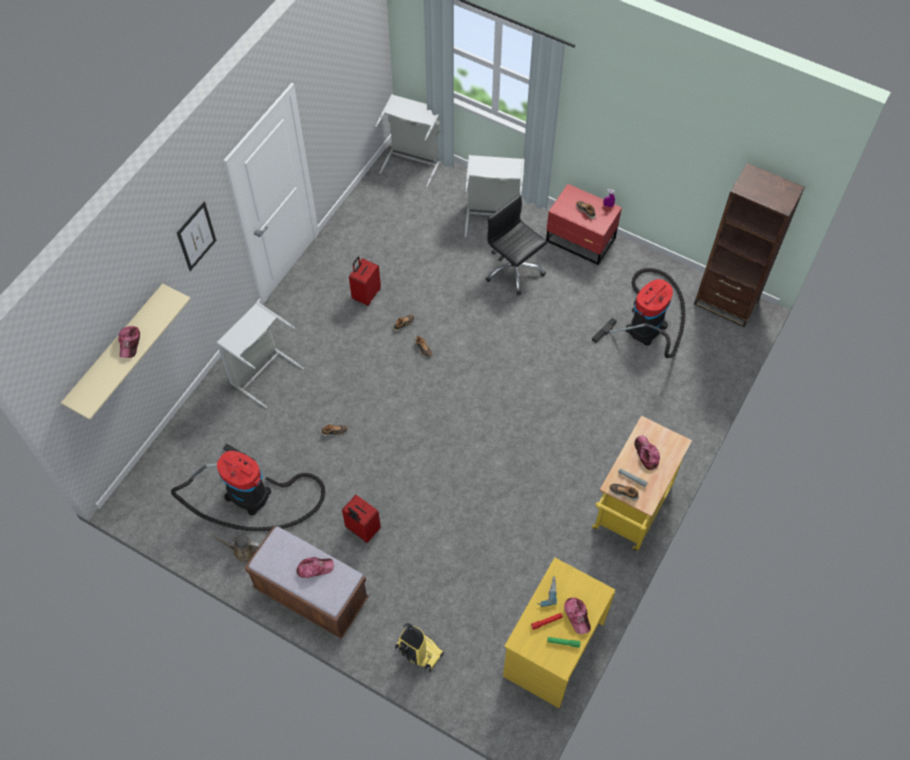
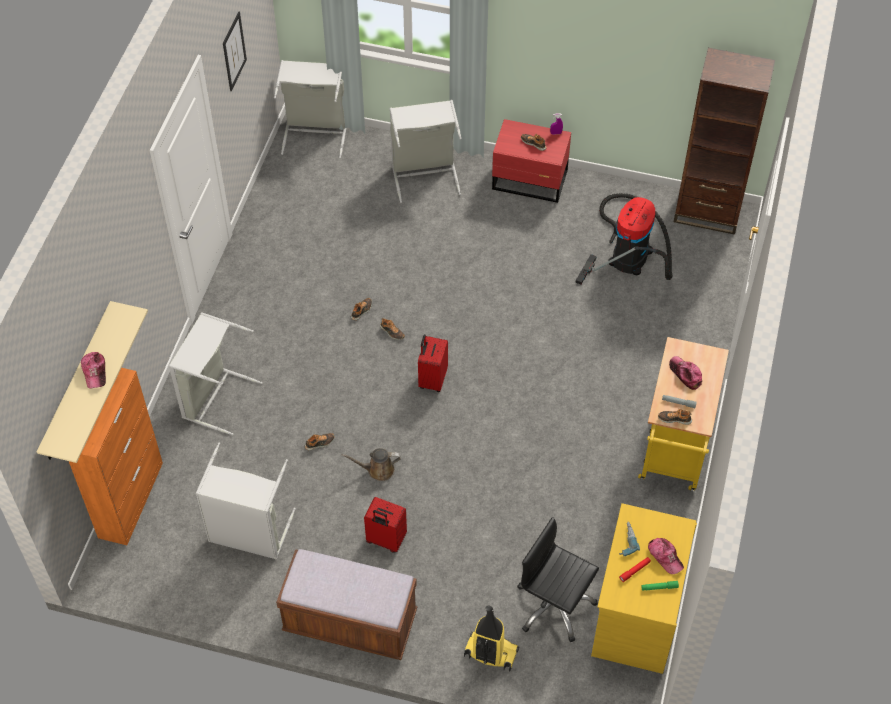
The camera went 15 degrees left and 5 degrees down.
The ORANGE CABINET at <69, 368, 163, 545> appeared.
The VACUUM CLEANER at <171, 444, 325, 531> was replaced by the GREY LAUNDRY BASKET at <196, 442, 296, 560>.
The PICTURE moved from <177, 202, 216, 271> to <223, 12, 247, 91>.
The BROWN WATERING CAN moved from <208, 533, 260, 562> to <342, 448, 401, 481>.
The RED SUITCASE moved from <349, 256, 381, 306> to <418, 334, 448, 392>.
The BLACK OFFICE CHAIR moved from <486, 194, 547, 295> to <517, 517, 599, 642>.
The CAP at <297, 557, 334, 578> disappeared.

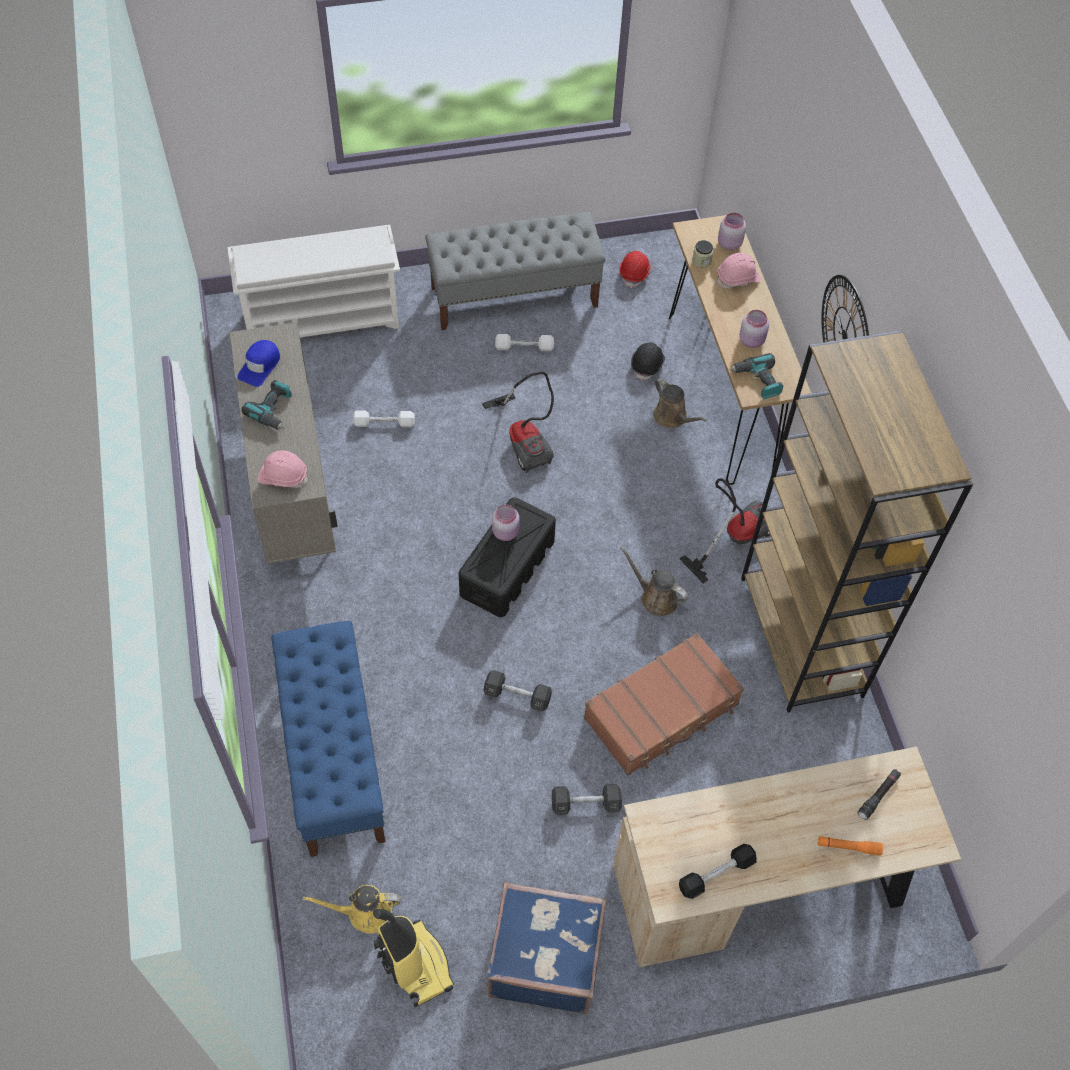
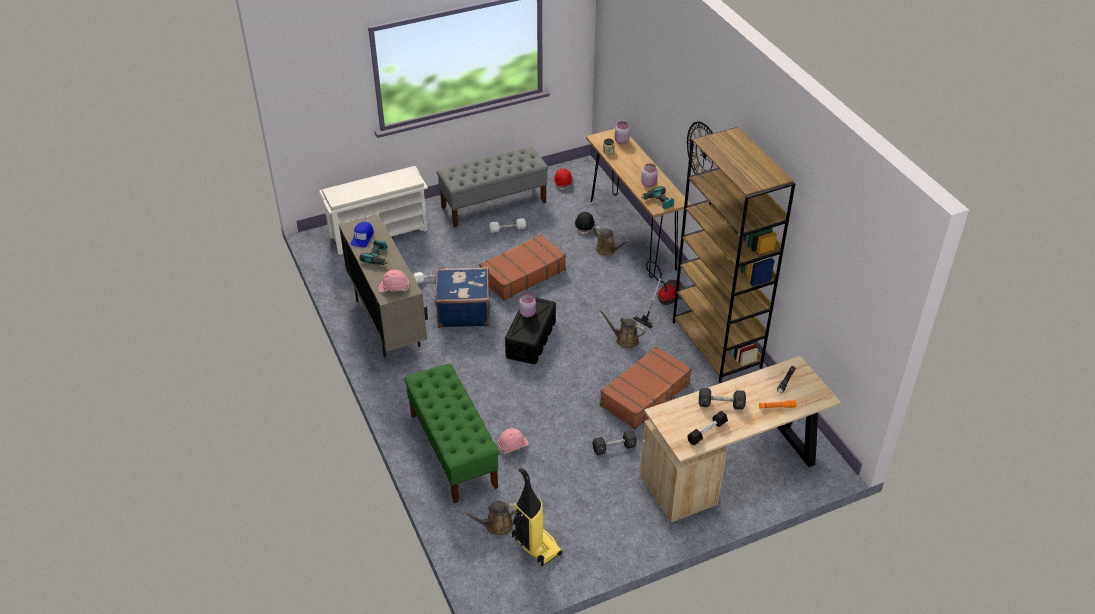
The camera went 10 degrees left and 15 degrees down.
The BLUE BENCH at <272, 621, 386, 857> became the GREEN BENCH at <404, 363, 499, 504>.
The BLUE SUITCASE moved from <486, 882, 606, 1014> to <435, 267, 490, 328>.
The YELLOW WATERING CAN at <303, 885, 400, 934> became the BROWN WATERING CAN at <460, 501, 516, 535>.
The VACUUM CLEANER at <482, 371, 554, 473> was replaced by the BROWN SUITCASE at <479, 234, 566, 301>.
The PINK HARD HAT moved from <717, 253, 761, 288> to <498, 428, 529, 454>.
The BLACK DUMBBELL moved from <484, 670, 552, 712> to <699, 388, 746, 410>.

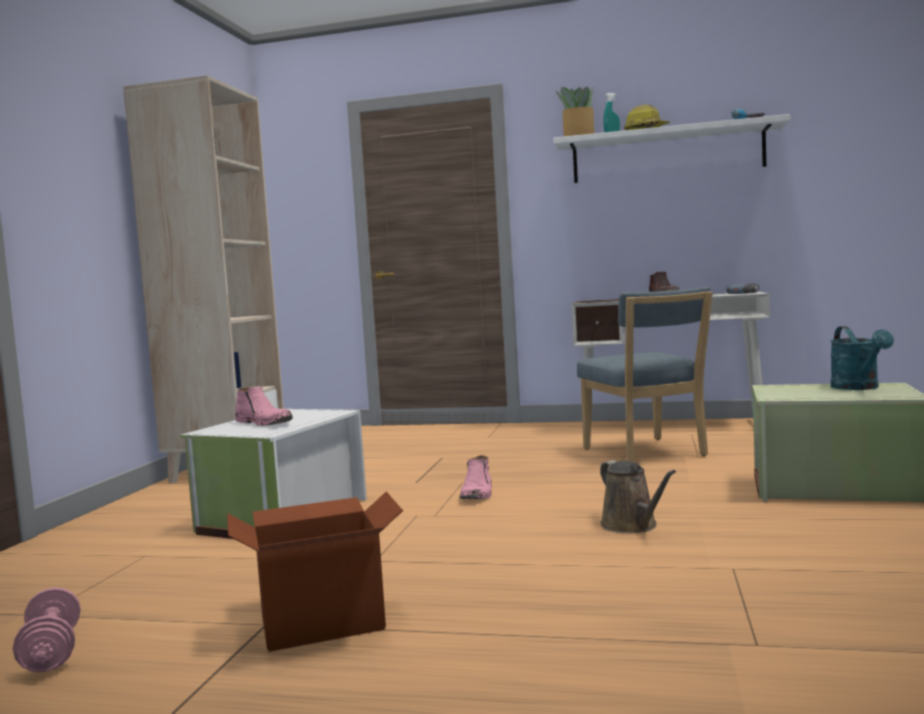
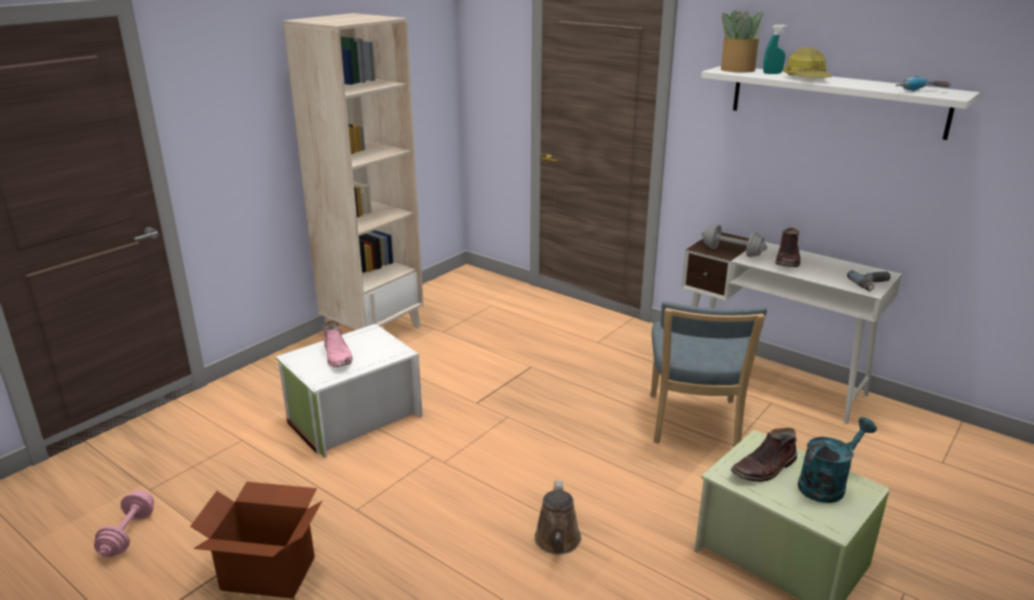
The camera went 25 degrees right and 20 degrees up.
The GREY DUMBBELL at <701, 225, 767, 257> appeared.
The BROWN BOOT at <731, 428, 797, 482> appeared.
The TURQUOISE WATERING CAN at <830, 326, 894, 390> turned 150 degrees counterclockwise.
The PINK BOOT at <459, 455, 492, 499> disappeared.

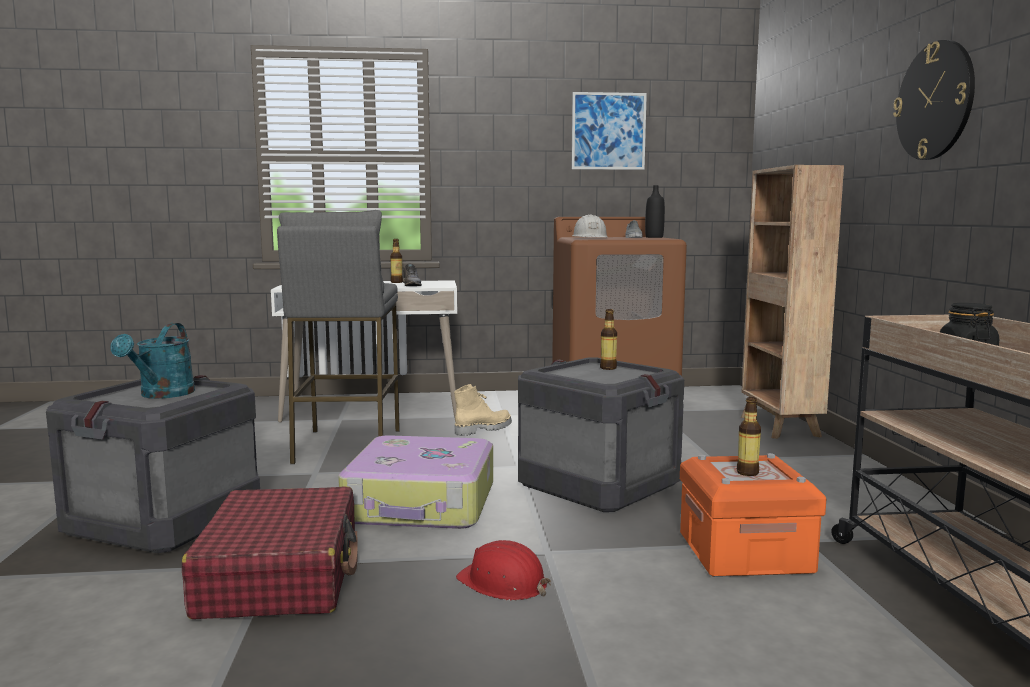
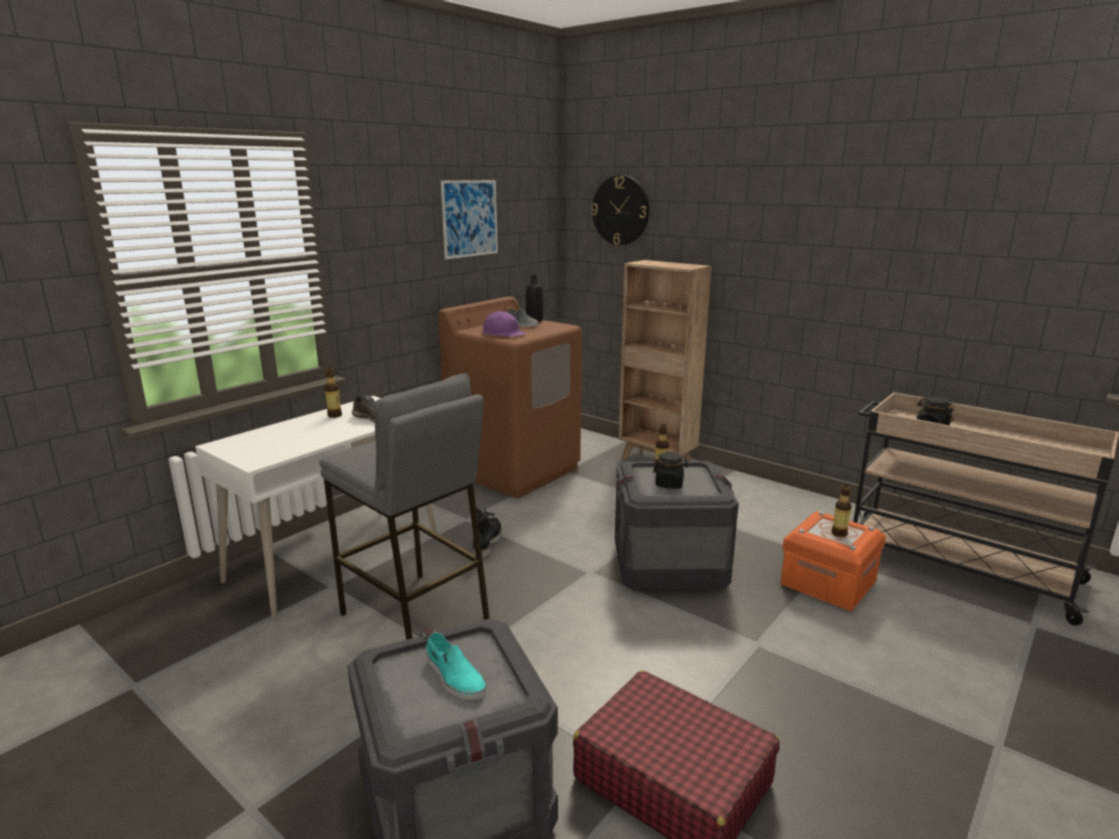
The camera went 45 degrees left and 10 degrees up.
The TURQUOISE WATERING CAN at <111, 323, 195, 399> was replaced by the TURQUOISE SHOE at <426, 632, 486, 700>.
The BEIGE BOOT at <454, 384, 512, 436> became the BLACK BOOT at <473, 507, 502, 559>.
The WHITE HARD HAT at <573, 215, 608, 237> became the PURPLE HARD HAT at <482, 311, 526, 337>.
The WALL CLOCK moved from <893, 40, 975, 160> to <591, 175, 649, 245>.
The BLACK JAR at <653, 452, 689, 489> appeared.
The SUITCASE at <338, 435, 493, 529> disappeared.
The RED HARD HAT at <456, 540, 551, 601> disappeared.

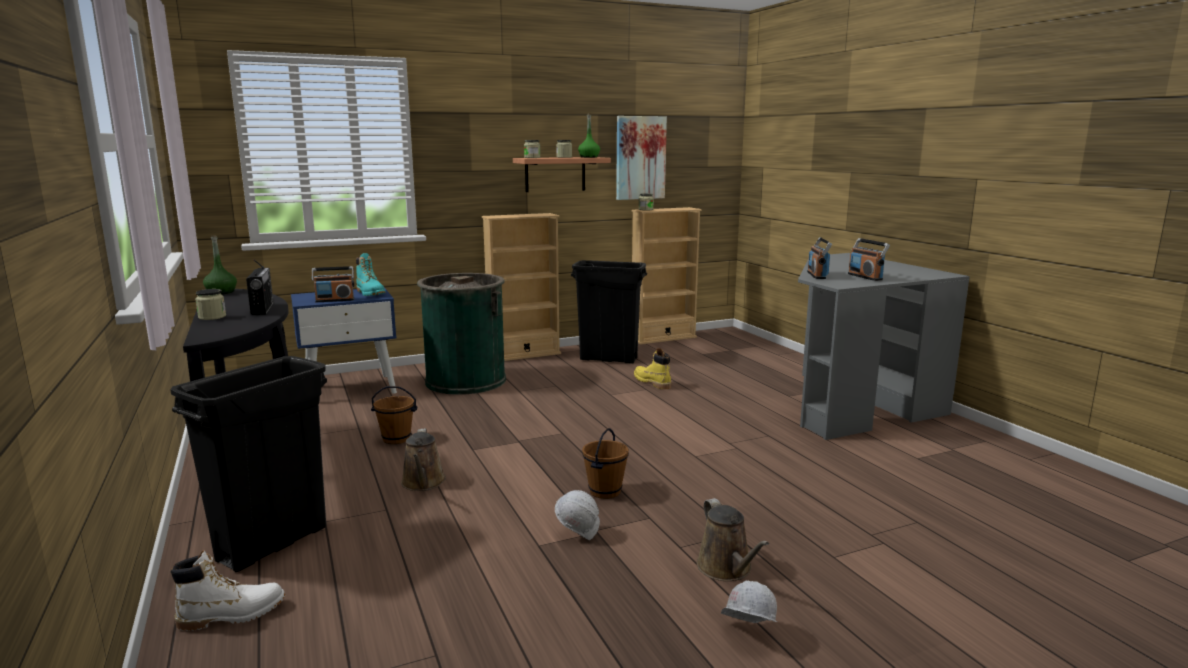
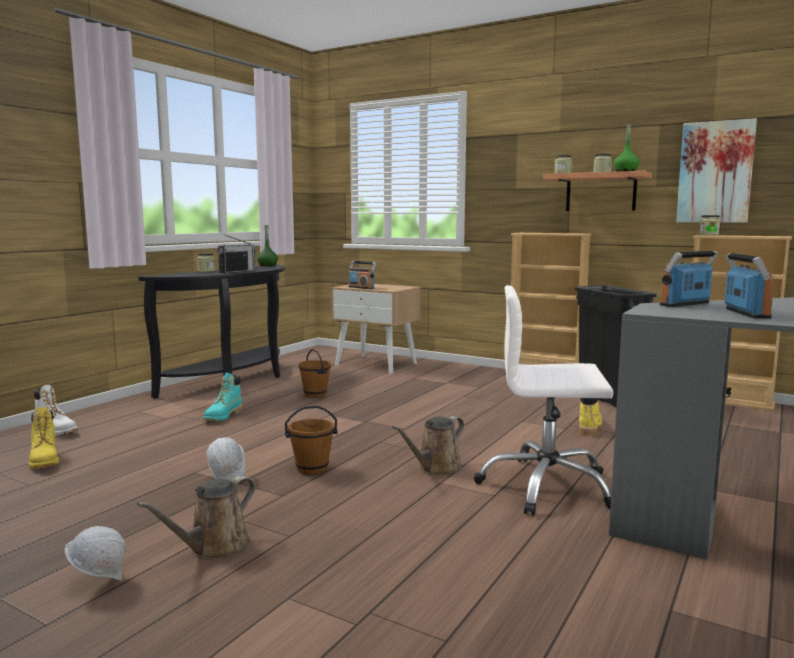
The camera went 55 degrees right and 5 degrees down.
The YELLOW BOOT at <29, 407, 59, 468> appeared.
The TURQUOISE BOOT moved from <356, 253, 386, 296> to <203, 373, 242, 421>.
The BLUE NIGHTSTAND at <291, 287, 397, 394> became the BEIGE NIGHTSTAND at <331, 284, 421, 374>.
The BROWN WATERING CAN moved from <401, 428, 446, 491> to <392, 416, 464, 475>.
The WHITE OFFICE CHAIR at <474, 285, 613, 516> appeared.
The RADIO at <848, 238, 890, 281> turned 150 degrees clockwise.
The BLACK TRASH CAN at <170, 356, 327, 572> disappeared.
The GREEN TRASH CAN at <417, 273, 506, 395> disappeared.

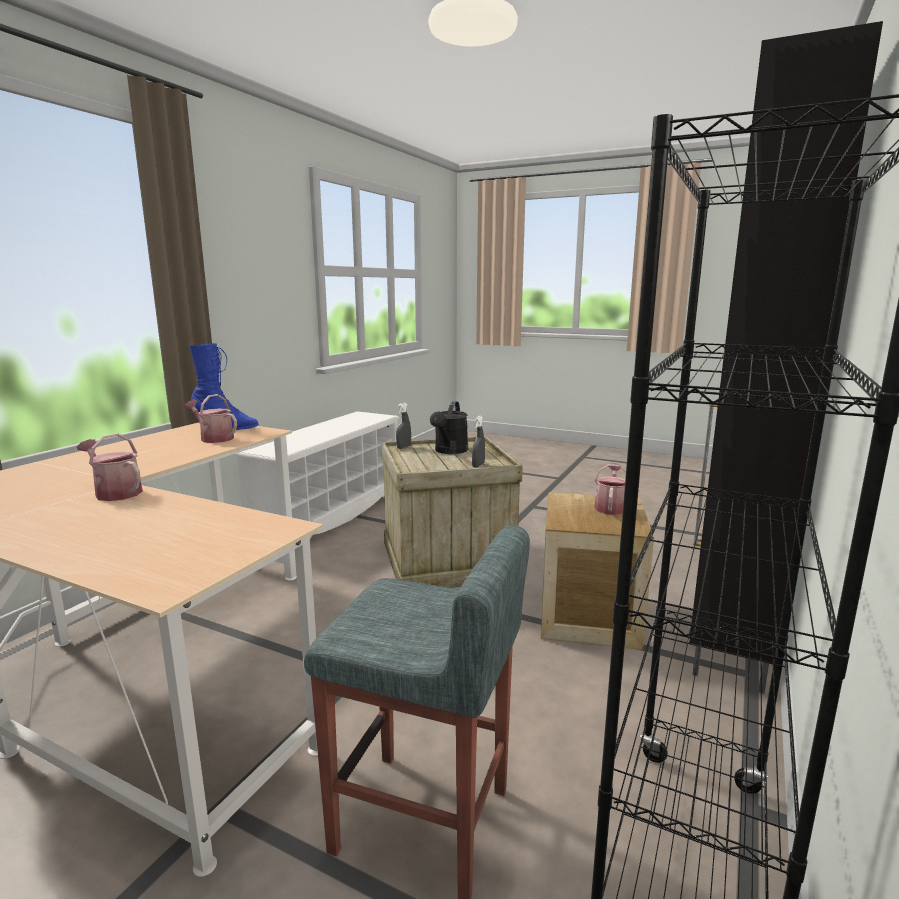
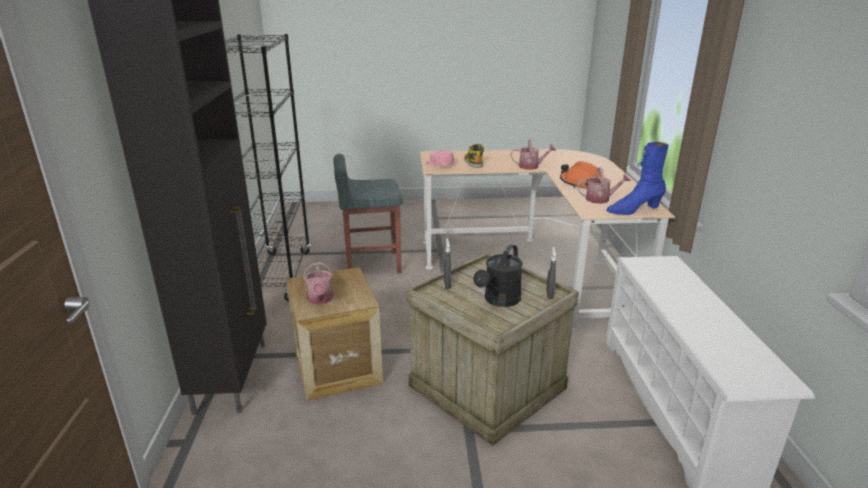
The camera went 150 degrees right and 10 degrees up.
The PINK CAP at <425, 151, 454, 166> appeared.
The BOOT at <464, 144, 484, 168> appeared.
The BLACK WATERING CAN at <430, 401, 468, 454> turned 135 degrees counterclockwise.
The ORANGE HARD HAT at <560, 161, 602, 189> appeared.

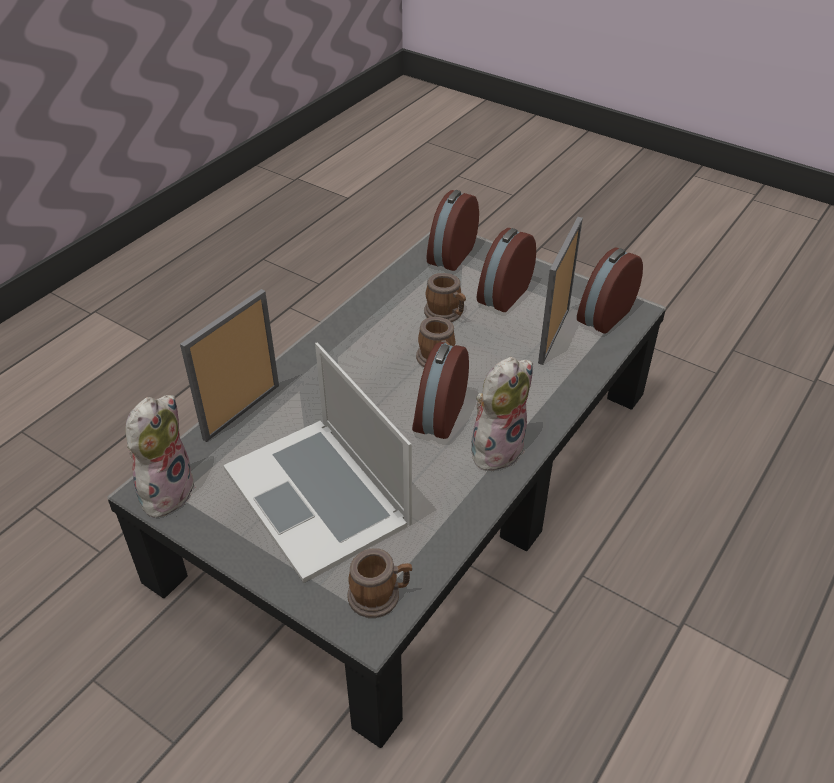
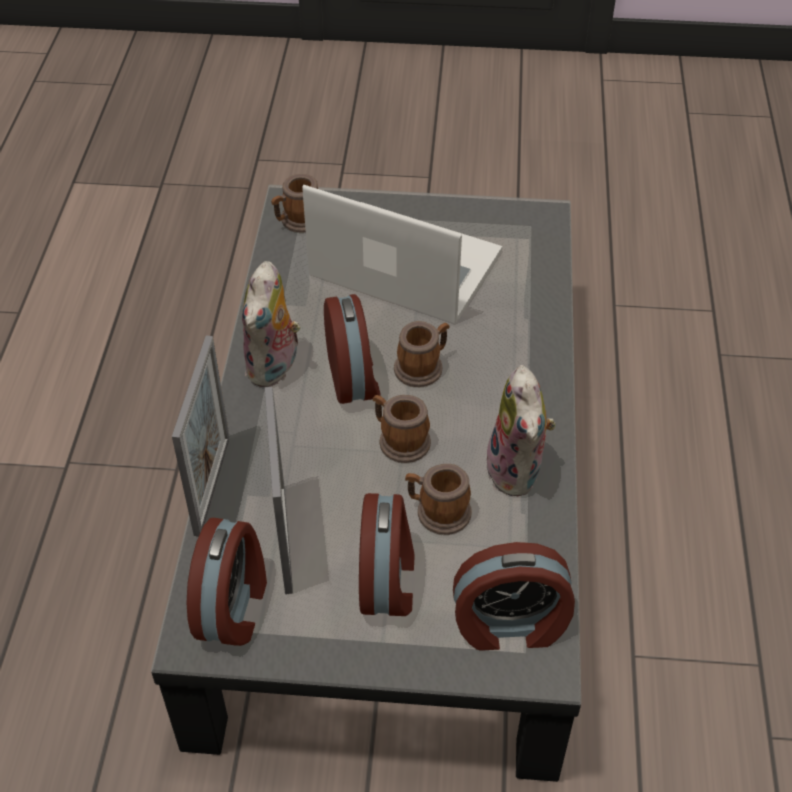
The camera went 150 degrees right and 5 degrees up.
The PICTURE FRAME moved from <180, 289, 279, 442> to <172, 335, 230, 536>.
The MUG at <394, 321, 449, 387> appeared.
The ALARM CLOCK at <426, 190, 479, 271> turned 90 degrees clockwise.
The PLUSH TOY moved from <125, 395, 196, 519> to <484, 365, 556, 496>.

